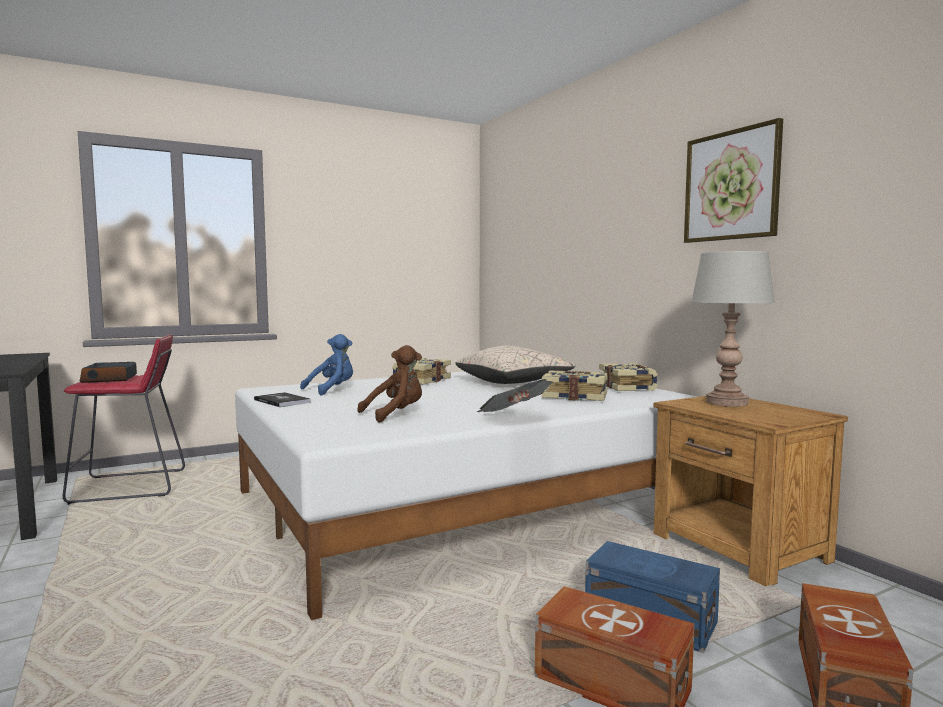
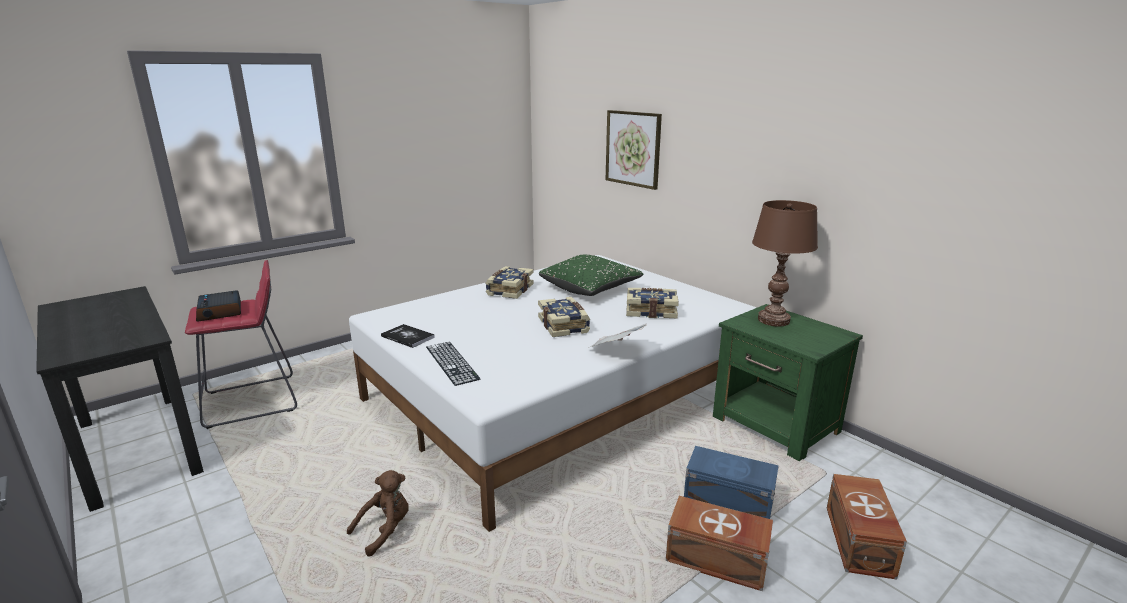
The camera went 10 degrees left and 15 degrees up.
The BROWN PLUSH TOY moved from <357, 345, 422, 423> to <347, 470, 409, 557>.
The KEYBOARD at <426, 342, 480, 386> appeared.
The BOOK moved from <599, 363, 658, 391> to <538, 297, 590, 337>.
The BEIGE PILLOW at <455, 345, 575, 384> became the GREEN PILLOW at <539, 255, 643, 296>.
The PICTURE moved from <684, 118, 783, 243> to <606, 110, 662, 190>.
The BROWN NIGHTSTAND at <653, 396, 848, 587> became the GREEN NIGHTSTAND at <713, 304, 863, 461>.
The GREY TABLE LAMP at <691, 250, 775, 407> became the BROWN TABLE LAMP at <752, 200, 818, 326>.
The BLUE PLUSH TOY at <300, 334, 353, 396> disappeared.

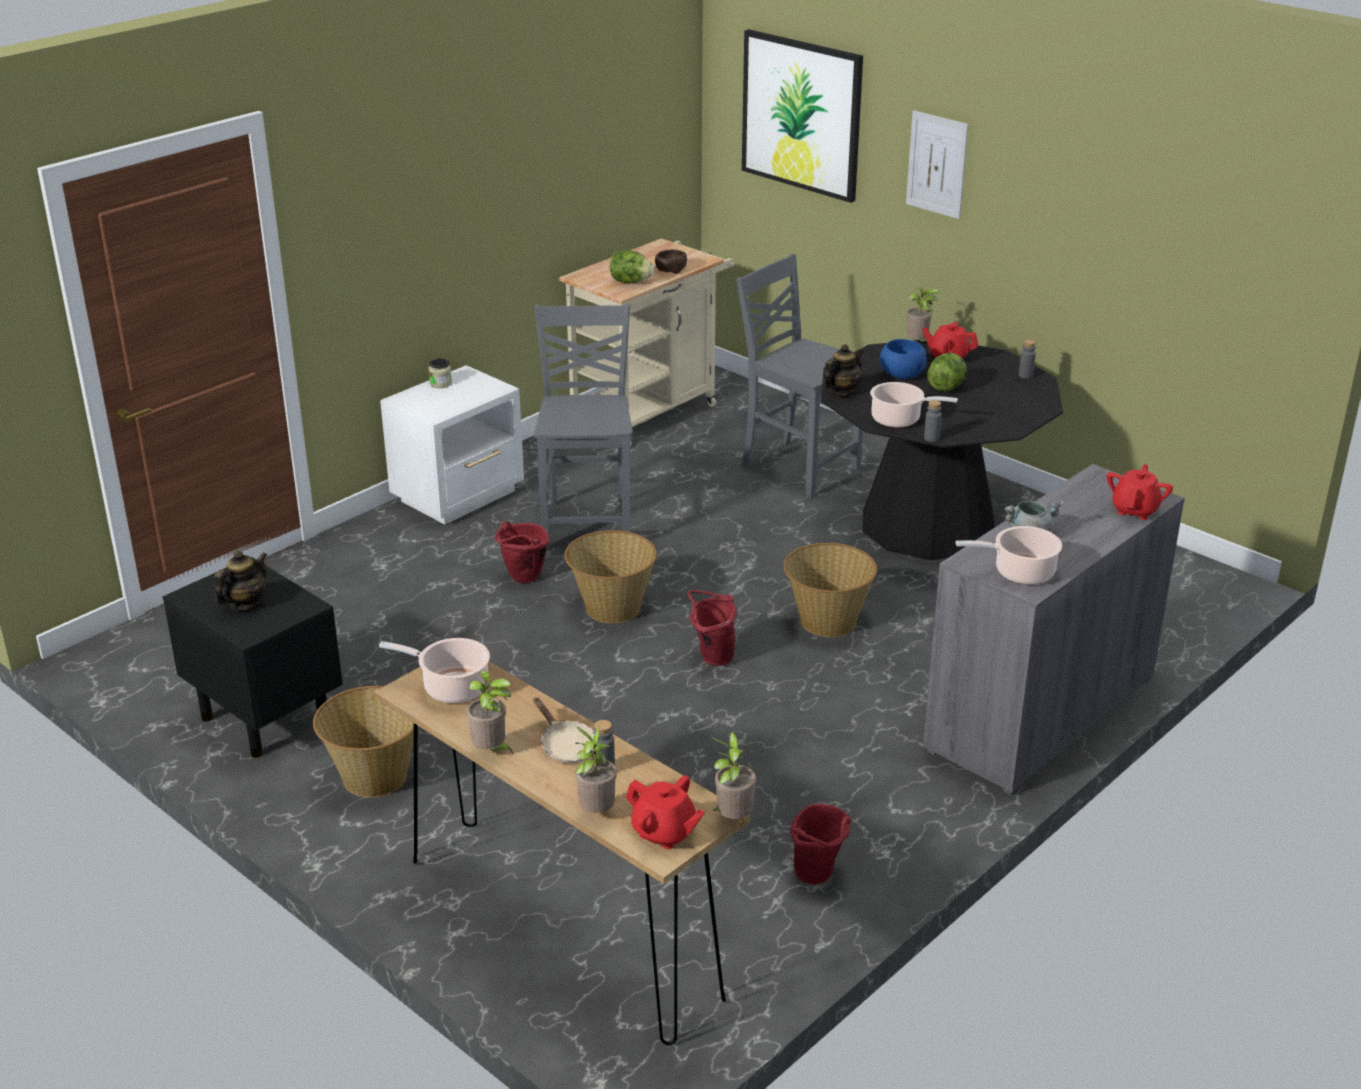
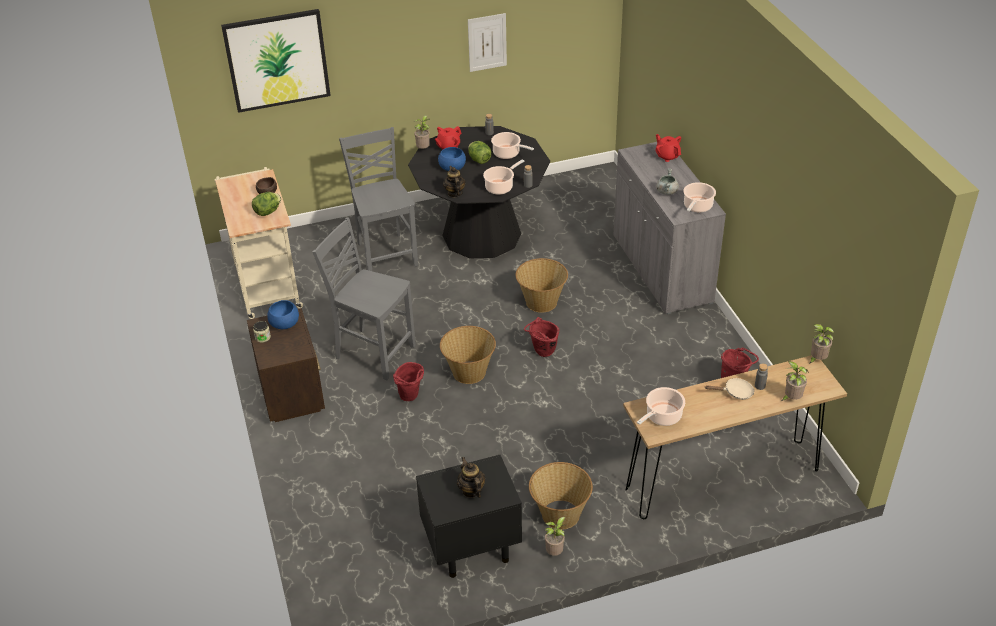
The camera went 60 degrees left and 10 degrees up.
The WHITE NIGHTSTAND at <380, 365, 524, 525> became the BROWN NIGHTSTAND at <247, 308, 325, 422>.
The BLUE BOWL at <267, 300, 299, 329> appeared.
The GREY CHAIR at <736, 254, 863, 499> turned 90 degrees clockwise.
The PICTURE moved from <906, 110, 969, 219> to <468, 13, 507, 72>.
The COOKING POT at <491, 132, 534, 159> appeared.
The POTTED PLANT moved from <467, 671, 513, 753> to <545, 517, 565, 556>.
The RED TEAPOT at <626, 776, 705, 849> disappeared.

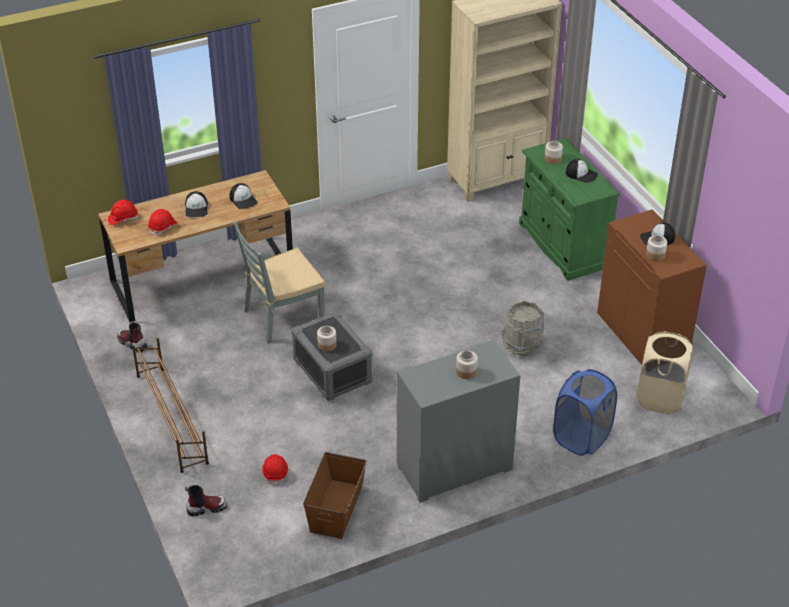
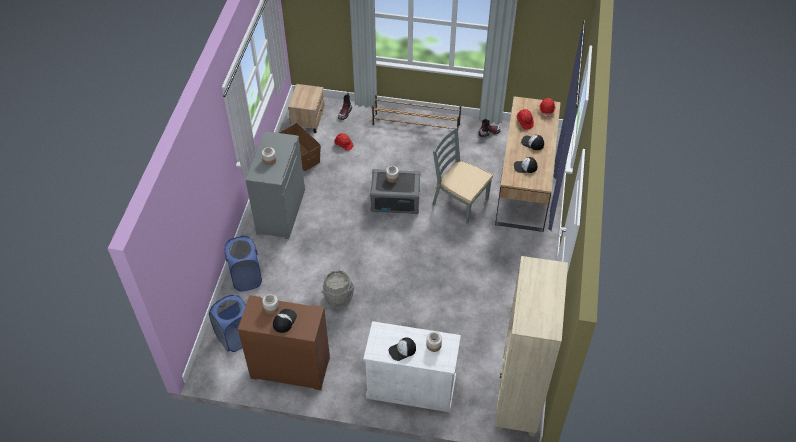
The camera went 125 degrees right and 10 degrees up.
The BEIGE LAUNDRY BASKET at <636, 331, 694, 414> became the BLUE LAUNDRY BASKET at <209, 295, 246, 352>.
The BEIGE NIGHTSTAND at <288, 84, 325, 133> appeared.
The GREEN CABINET at <519, 138, 620, 281> became the WHITE CABINET at <363, 321, 461, 412>.
The GREY CHAIR at <233, 221, 325, 343> turned 60 degrees counterclockwise.

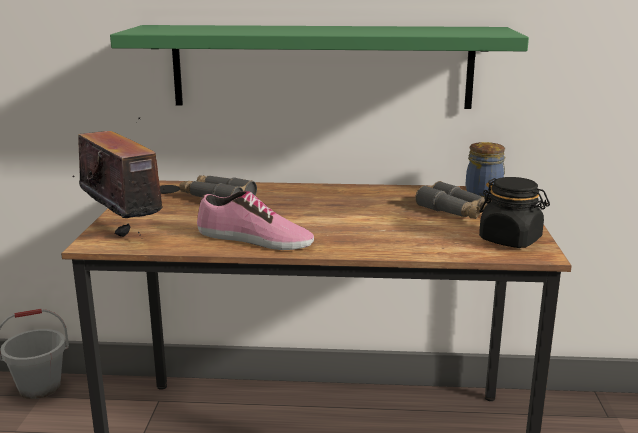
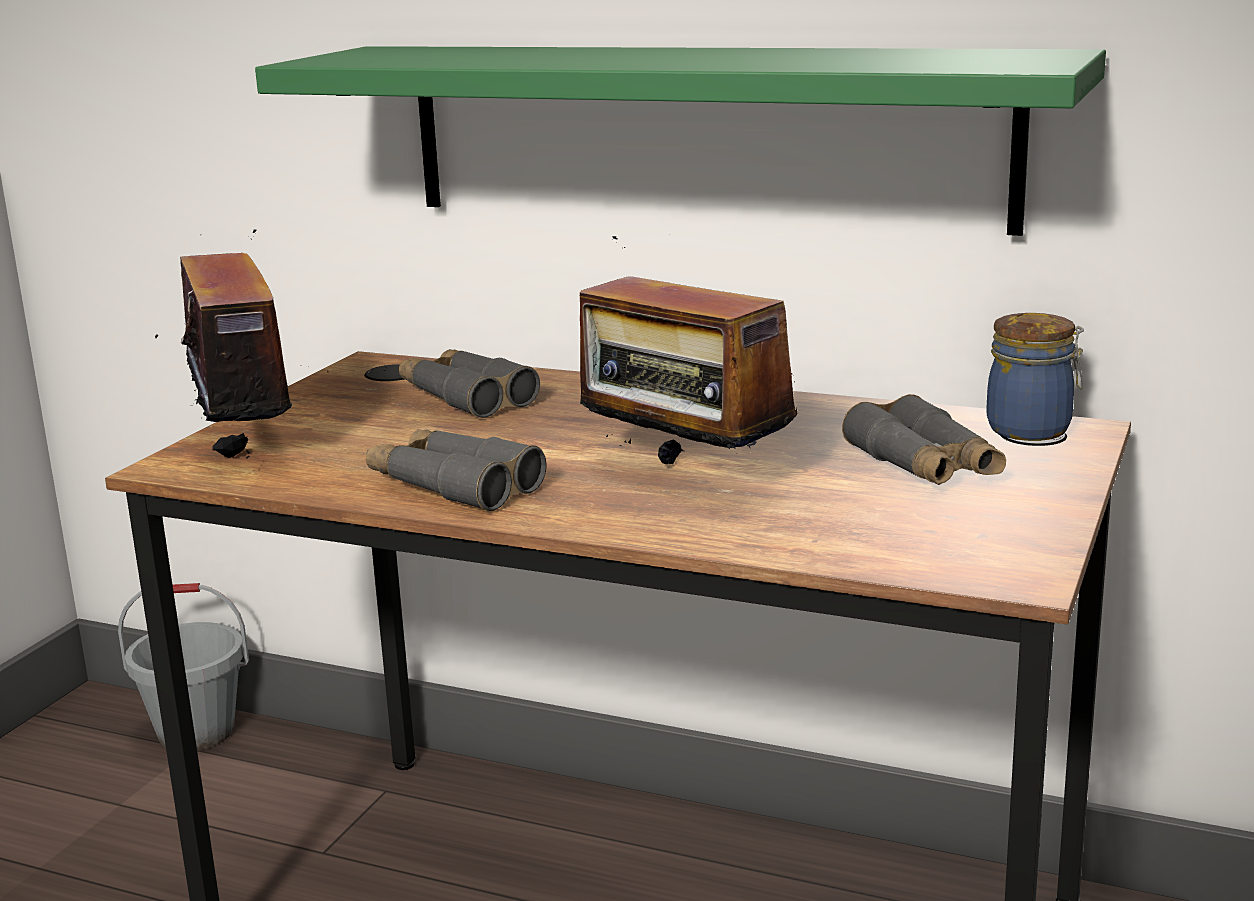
The camera went 20 degrees right and 0 degrees up.
The SHOE at <197, 191, 314, 250> was replaced by the GREY BINOCULARS at <366, 429, 546, 511>.
The RADIO at <580, 236, 798, 464> appeared.
The BLACK JAR at <479, 177, 550, 248> disappeared.

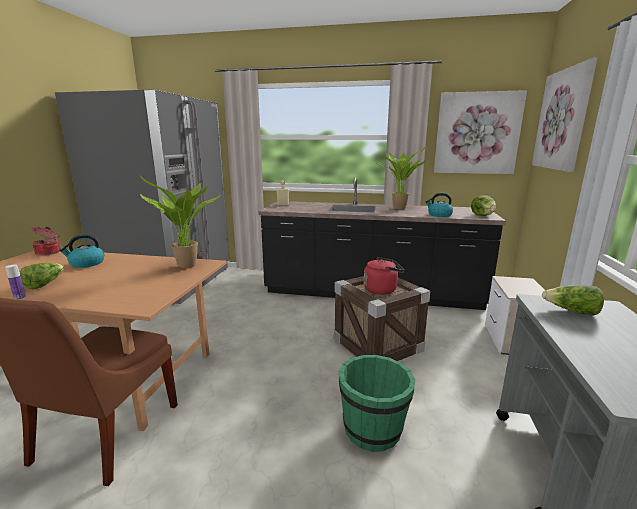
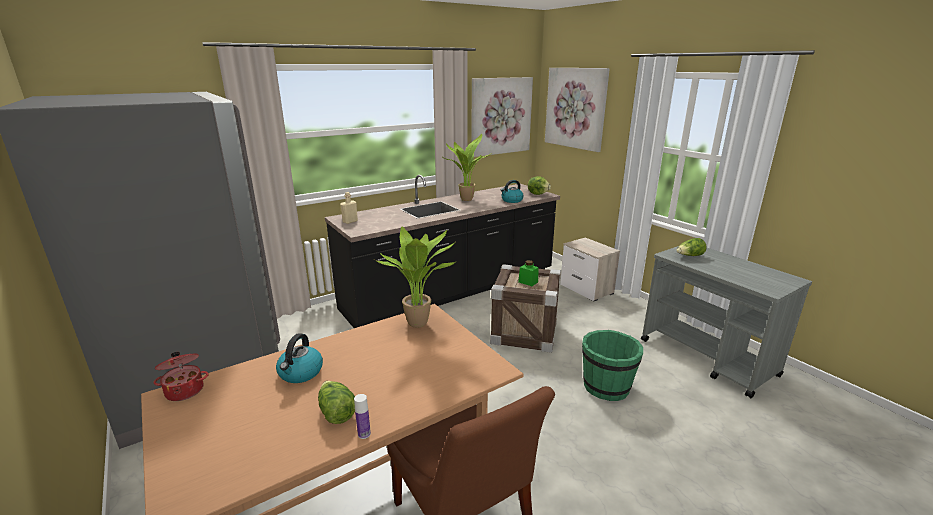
The camera went 45 degrees left and 5 degrees up.
The RED KETTLE at <364, 257, 404, 295> was replaced by the GREEN JAR at <518, 260, 538, 286>.

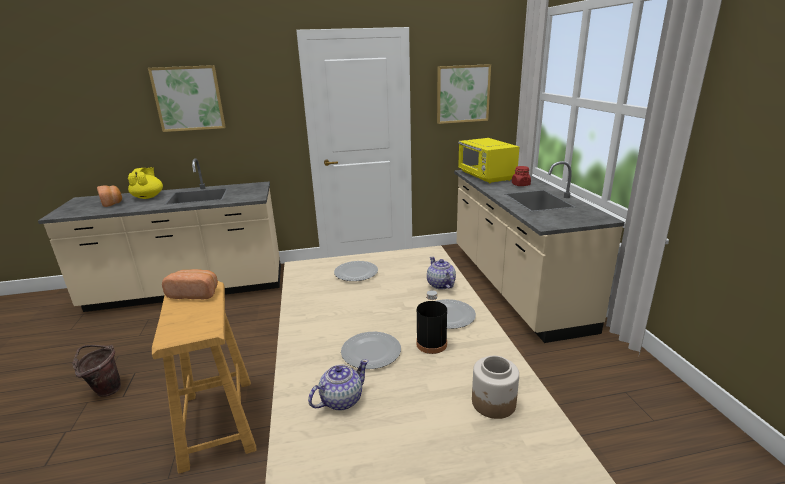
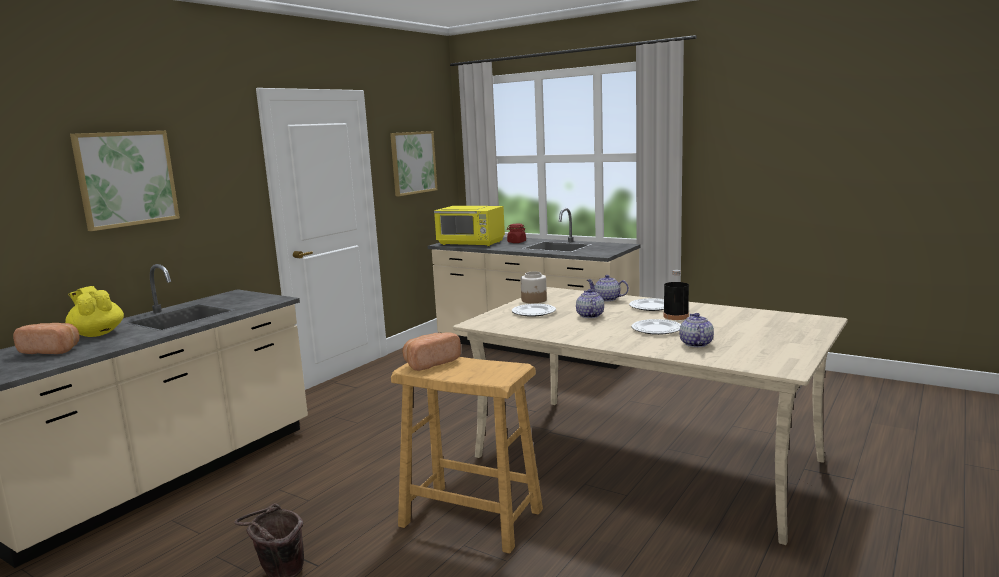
The camera went 45 degrees left and 10 degrees down.
The JAR moved from <472, 356, 519, 419> to <521, 272, 547, 303>.
The TEAPOT at <576, 289, 604, 318> appeared.

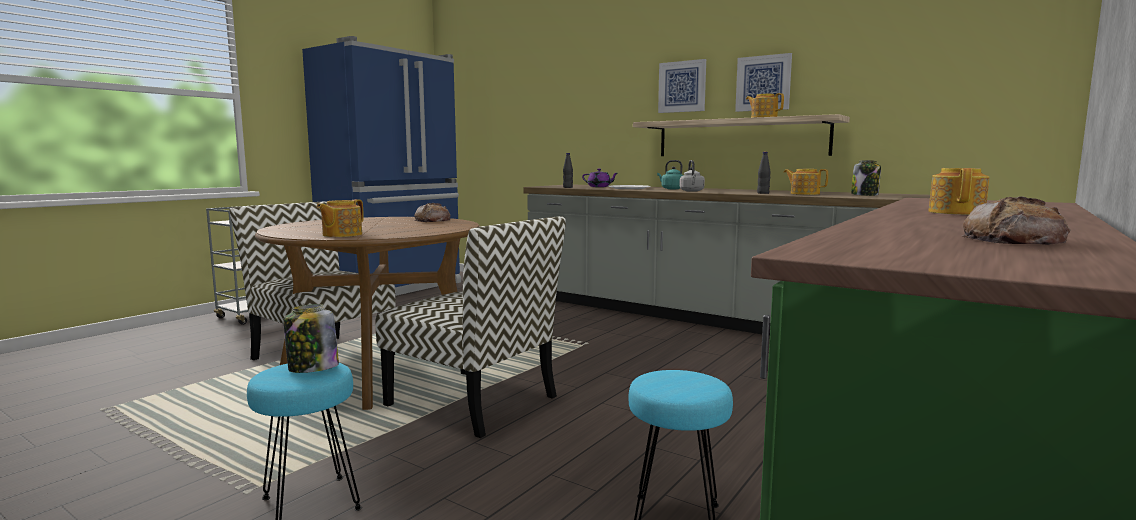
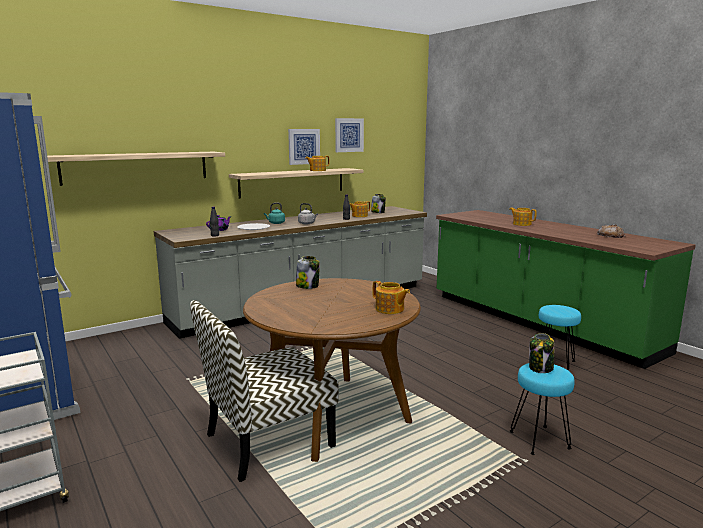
The camera went 70 degrees left and 5 degrees up.
The SHELF at <47, 152, 225, 186> appeared.
The BREAD at <414, 203, 451, 222> was replaced by the JAR at <296, 256, 320, 289>.
The PICTURE moved from <658, 59, 706, 113> to <335, 118, 364, 152>.
The CHAIR at <375, 216, 566, 438> disappeared.

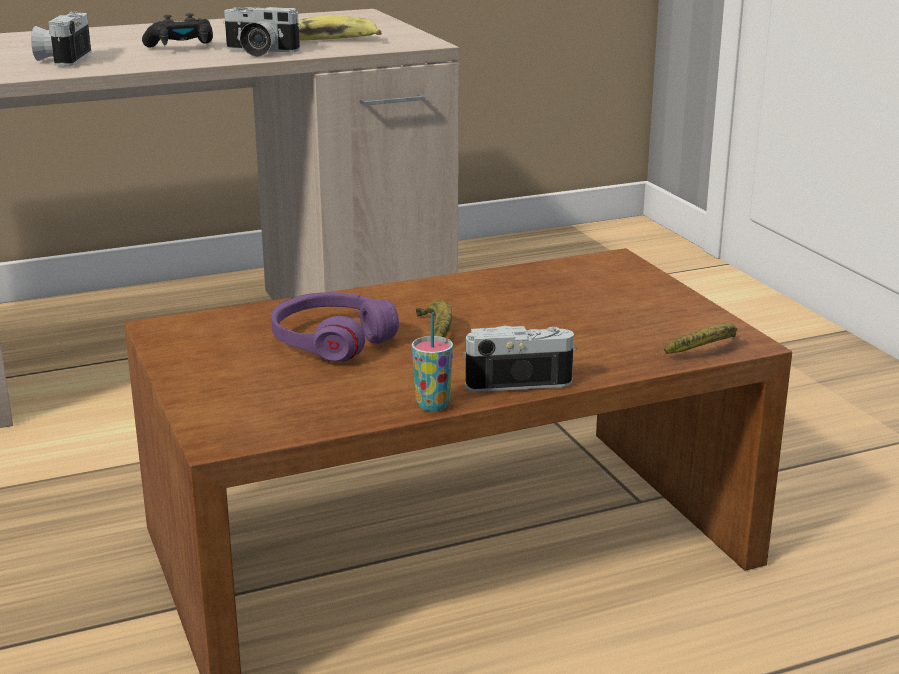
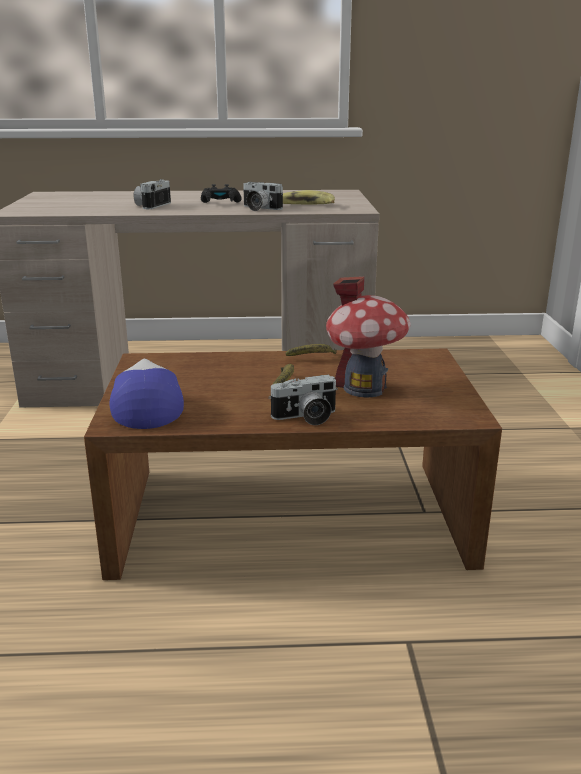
The camera went 20 degrees right and 0 degrees up.
The CAP at <110, 359, 184, 429> appeared.
The PHOTO CAMERA at <462, 326, 577, 392> turned 150 degrees clockwise.
The BANANA moved from <664, 323, 737, 354> to <285, 344, 337, 356>.
The TOY HOUSE at <326, 276, 411, 397> appeared.
The PURPLE HEADPHONES at <271, 292, 399, 362> disappeared.
The CUP at <412, 312, 453, 411> disappeared.

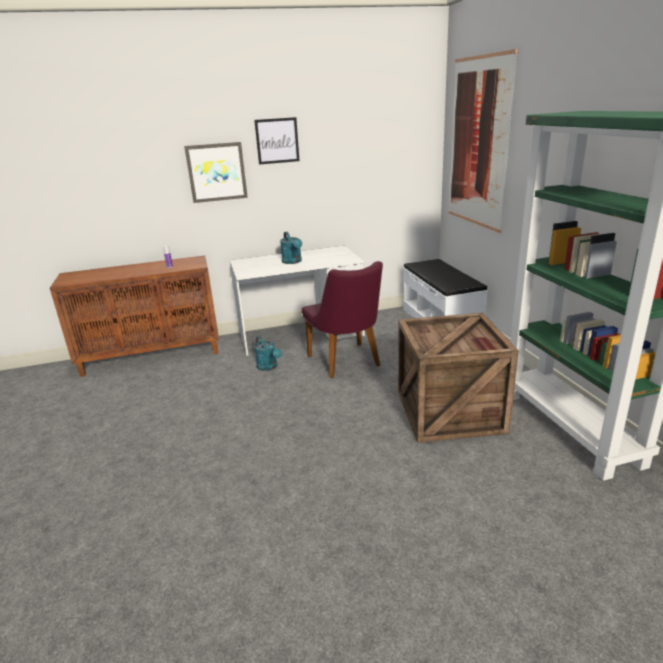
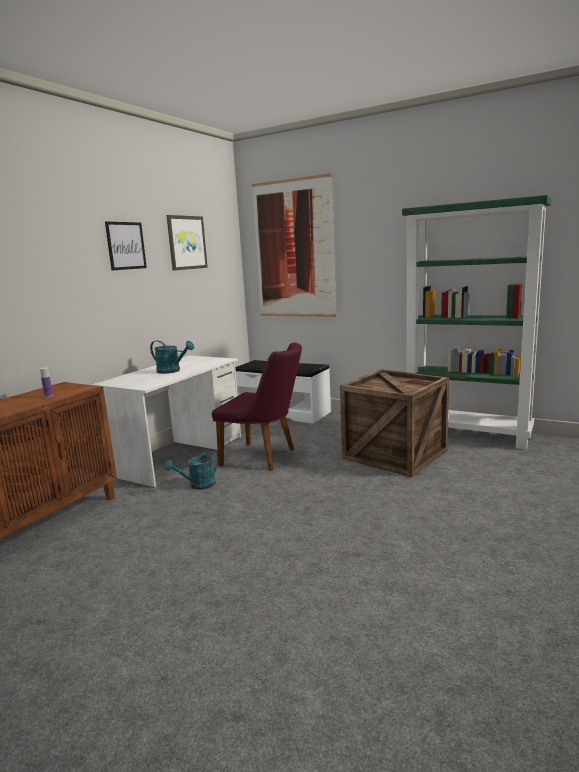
The camera went 45 degrees left and 10 degrees down.
The TURQUOISE WATERING CAN at <254, 336, 282, 371> turned 135 degrees clockwise.
The PICTURE moved from <184, 142, 248, 203> to <166, 215, 208, 271>.

